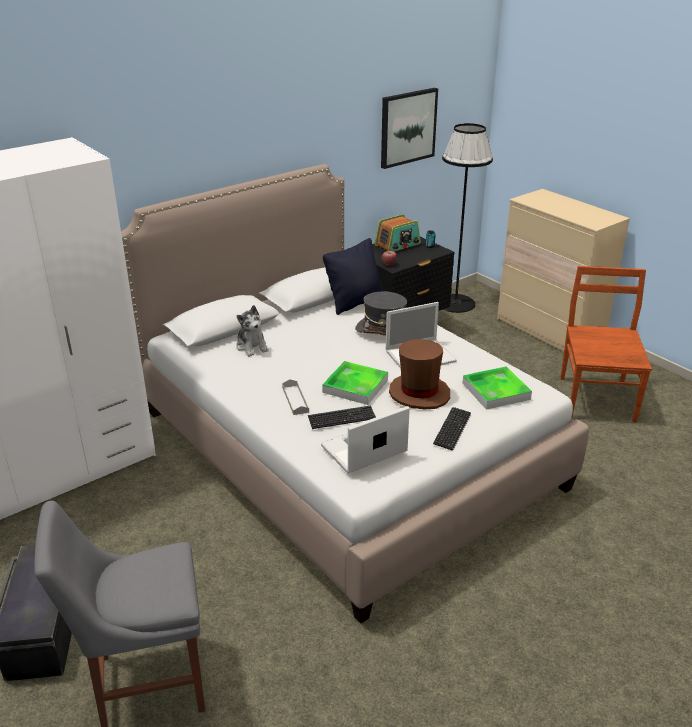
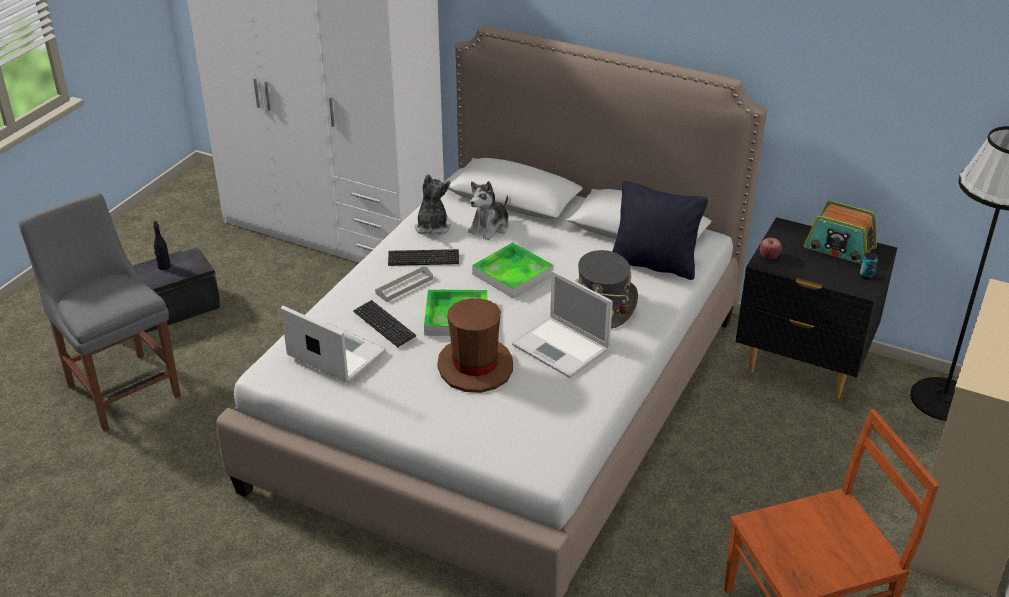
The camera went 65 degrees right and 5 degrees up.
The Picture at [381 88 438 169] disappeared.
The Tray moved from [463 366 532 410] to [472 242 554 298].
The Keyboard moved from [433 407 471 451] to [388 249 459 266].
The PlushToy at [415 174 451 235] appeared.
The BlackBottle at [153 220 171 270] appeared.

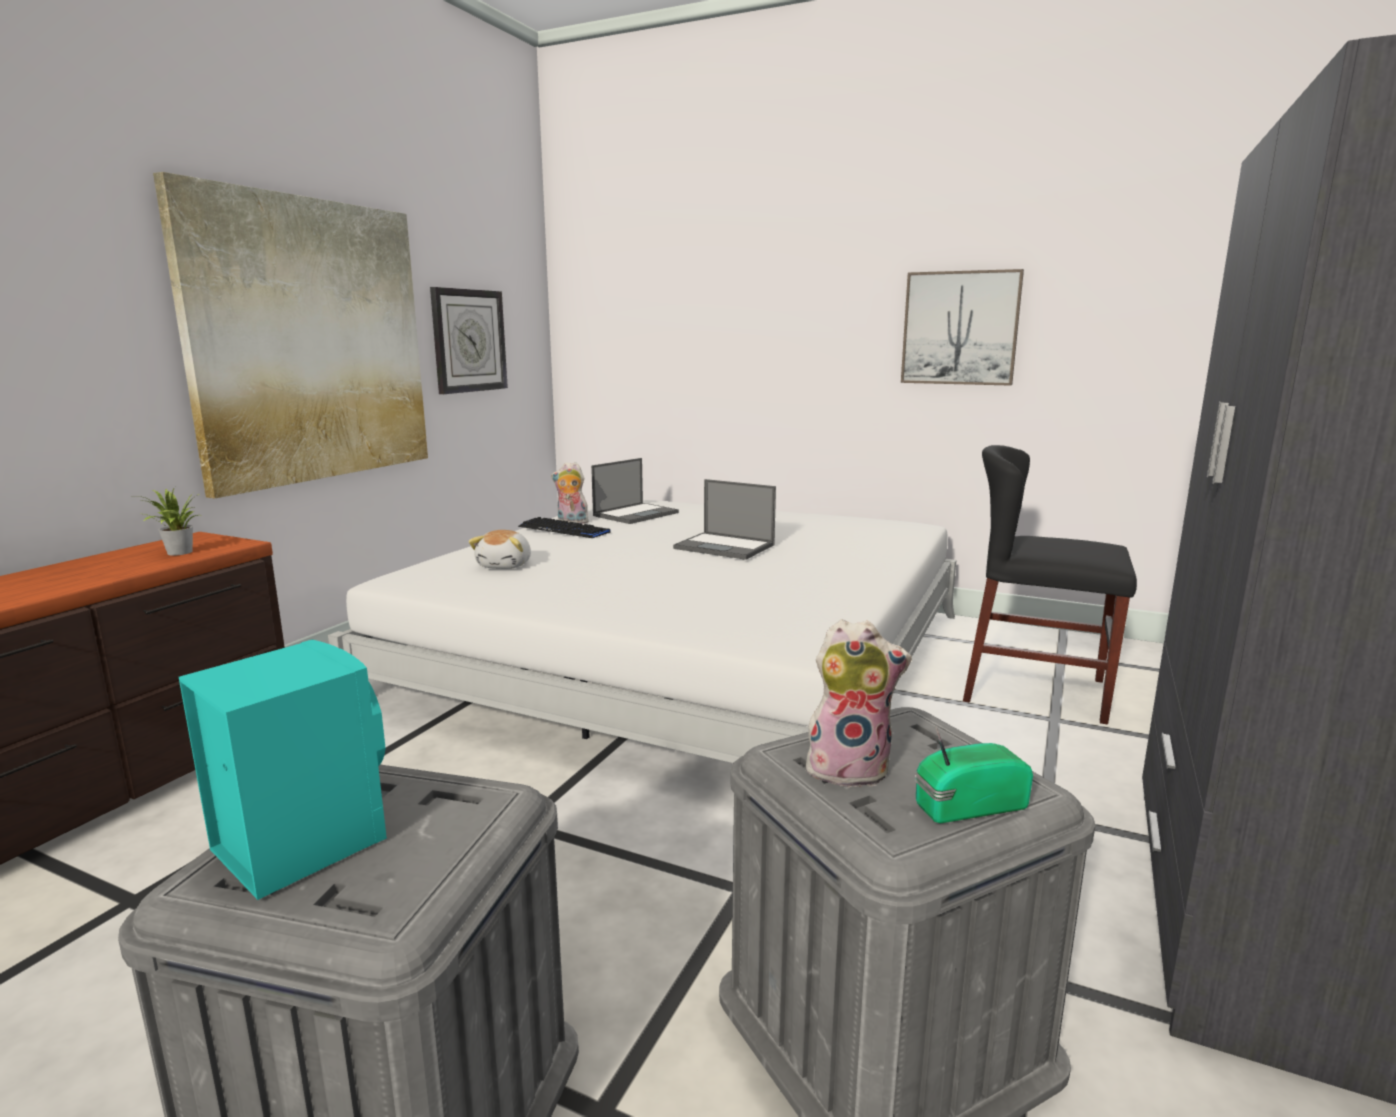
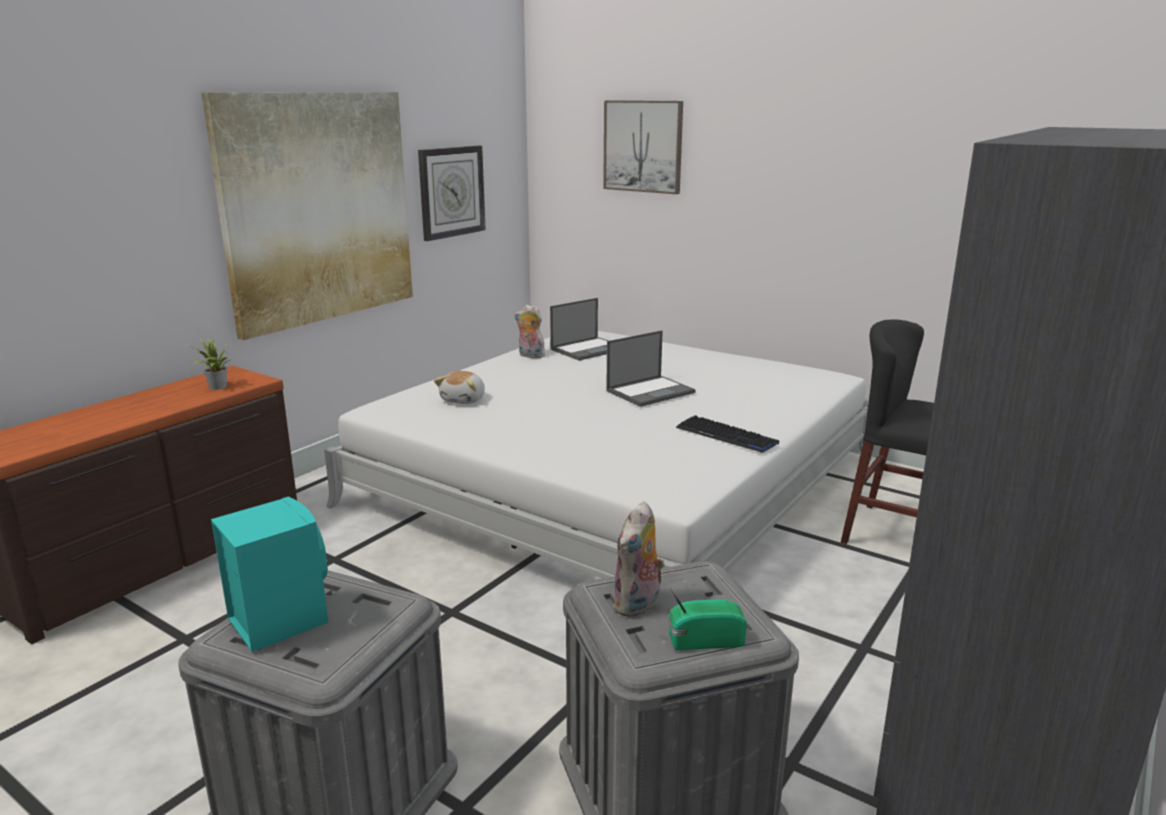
The camera went 10 degrees right and 5 degrees up.
The Picture moved from [901 269 1024 386] to [603 100 683 194].
The Laptop at [673 479 776 560] turned 75 degrees counterclockwise.
The Keyboard moved from [518 517 611 538] to [676 415 779 453].
The PlushToy at [802 619 912 787] turned 105 degrees clockwise.

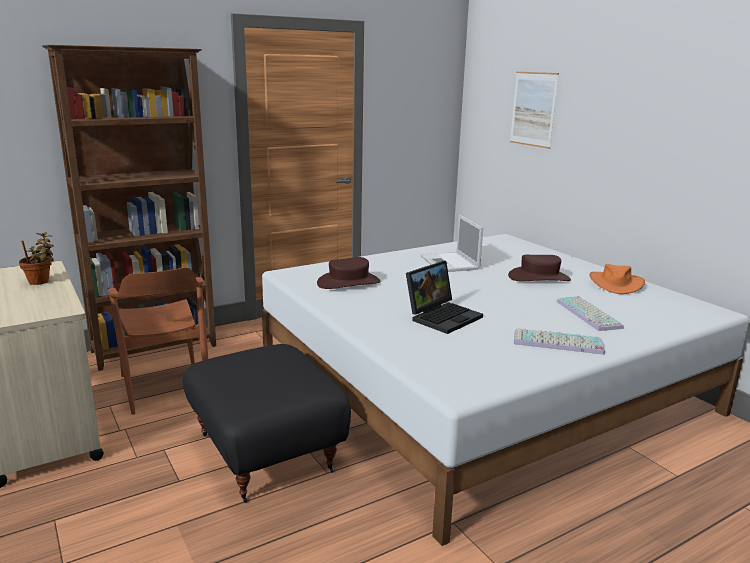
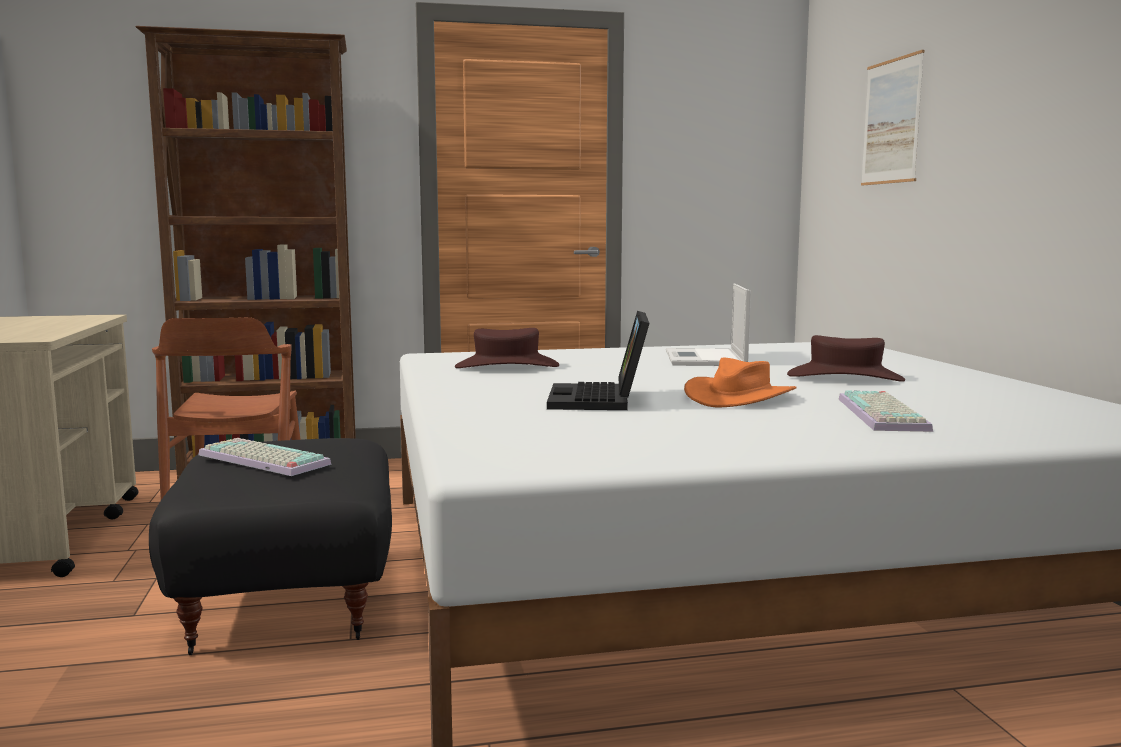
The camera went 20 degrees right and 10 degrees down.
The PottedPlant at [19 232 54 285] disappeared.
The Laptop at [406 261 483 334] turned 120 degrees clockwise.
The OrangeHat moved from [589 264 645 294] to [684 358 797 407].
The Keyboard moved from [514 328 605 355] to [198 438 332 476].

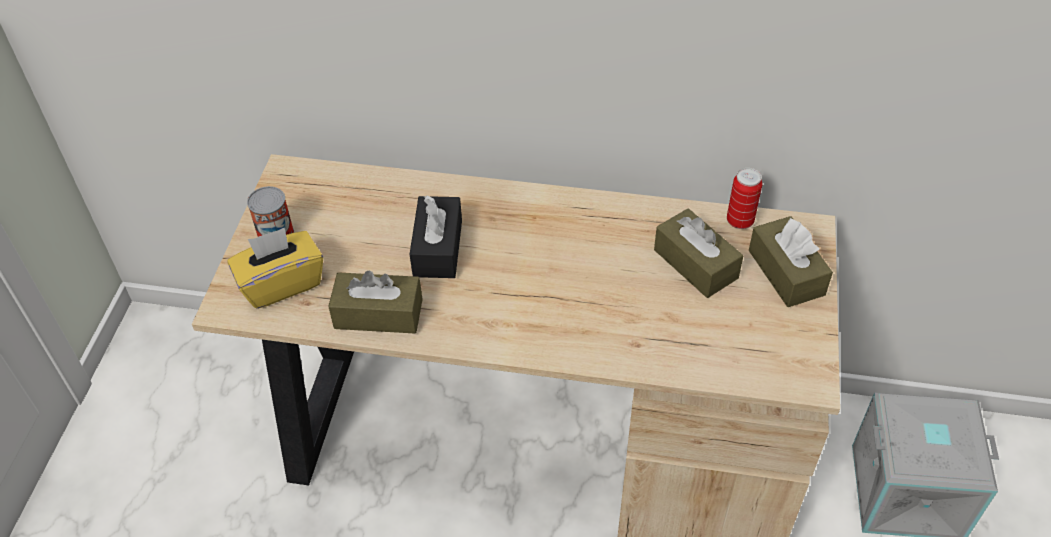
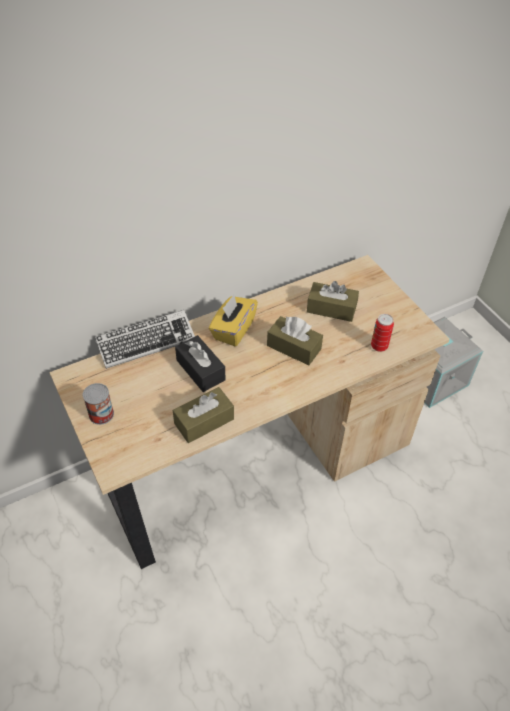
The camera went 40 degrees left and 0 degrees up.
The Can moved from [727 168 762 229] to [371 314 394 352].
The BrownTissueBox moved from [749 216 833 307] to [267 316 323 365].
The YellowTissueBox moved from [227 228 323 309] to [209 295 258 347].
The Keyboard at [95 310 195 369] appeared.

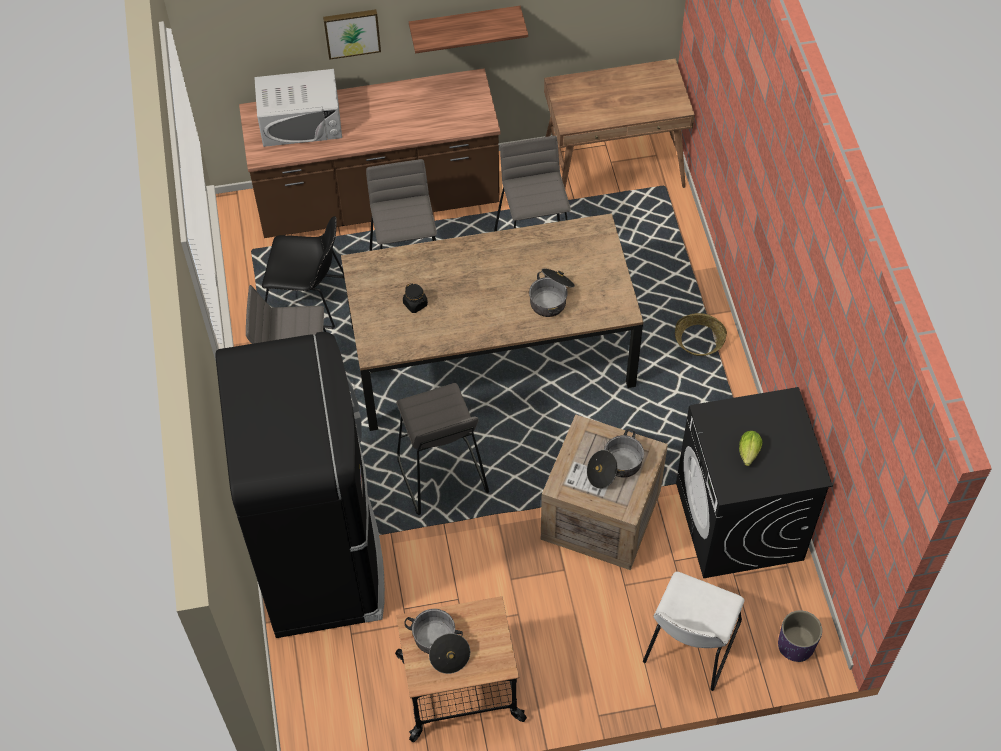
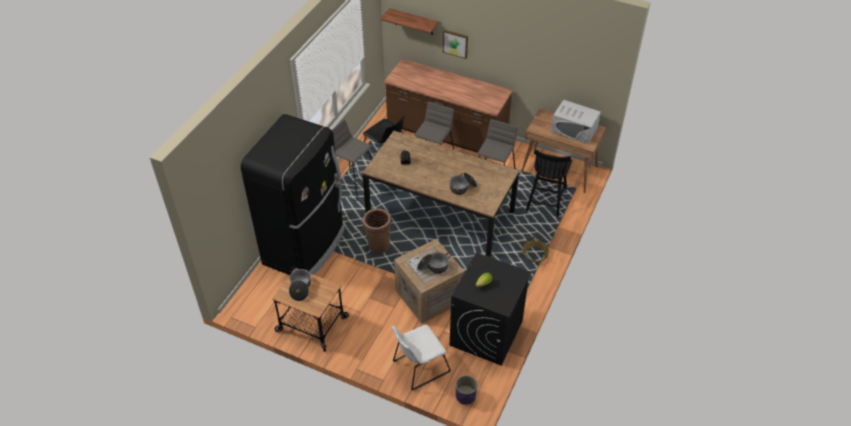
The camera went 35 degrees right and 10 degrees down.
The Shelf moved from [409 6 528 54] to [380 8 439 35].
The WhiteMicrowave moved from [254 69 342 147] to [551 100 601 144].
The GreyStool at [397 383 489 515] was replaced by the Basket at [363 209 391 253].
The BlackChair at [526 149 572 218] appeared.

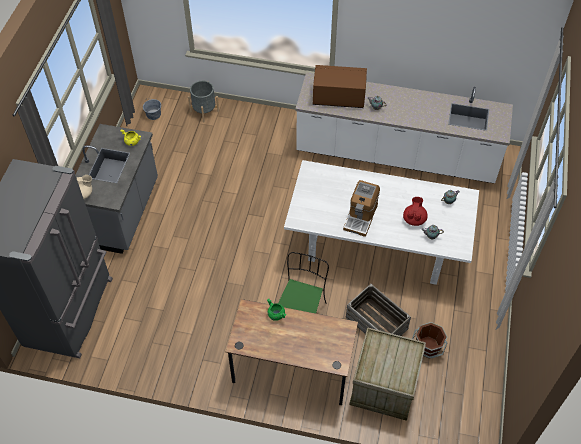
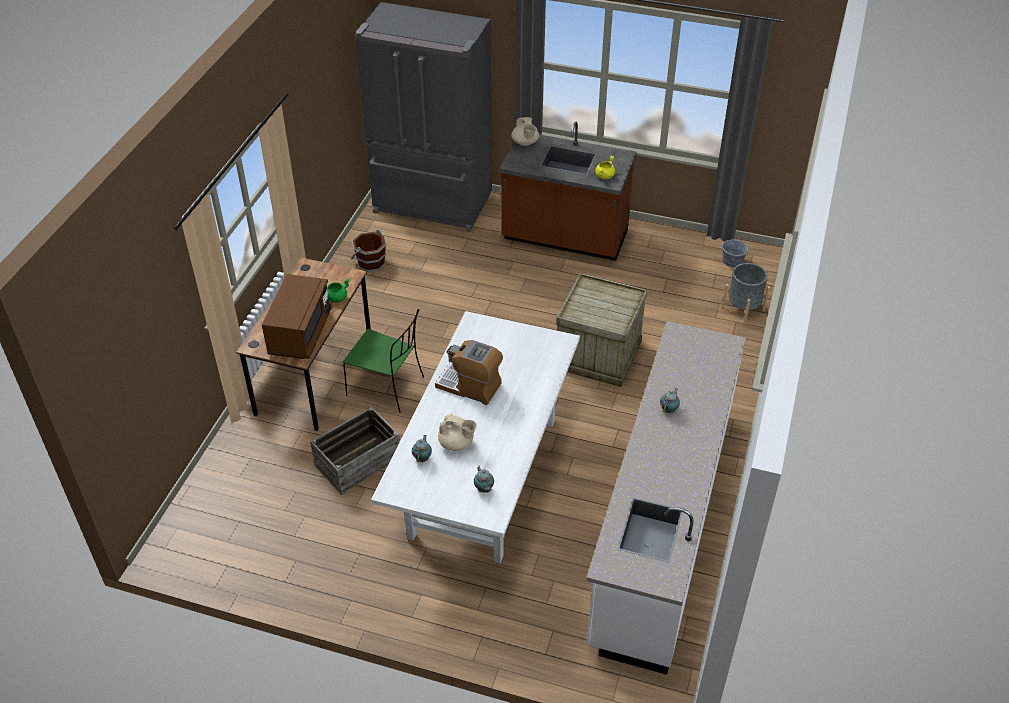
The camera went 95 degrees right and 10 degrees down.
The BrownMicrowave moved from [312 65 367 108] to [262 274 332 359].
The GreyCounter at [75 124 158 254] became the BrownCounter at [499 121 637 261].
The RedTeapot at [403 197 428 226] became the BeigeTeapot at [438 414 477 451].
The BrownBucket moved from [412 322 447 359] to [351 229 387 272].
The Crate moved from [349 327 426 421] to [556 273 648 387].

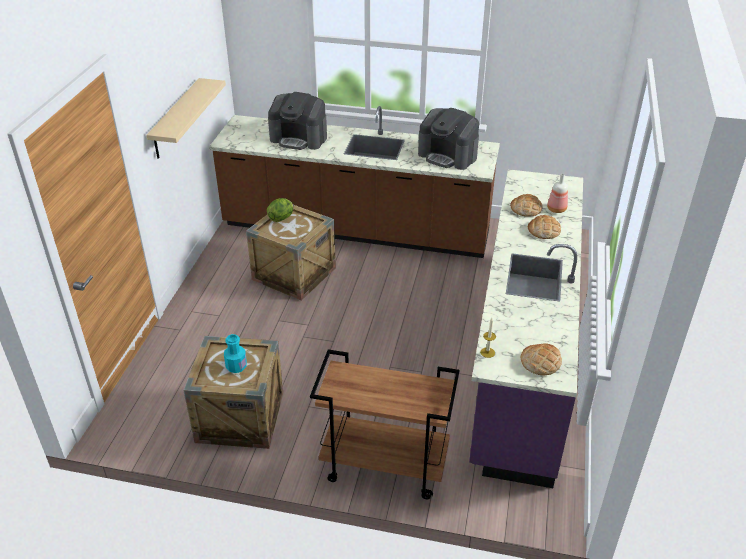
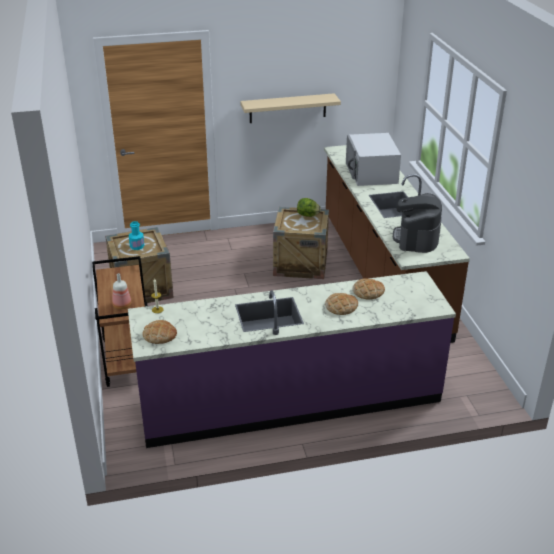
The camera went 65 degrees right and 5 degrees down.
The CoffeeMachine at [268 92 327 150] was replaced by the WhiteMicrowave at [346 133 401 186].
The Bottle moved from [547 174 568 213] to [112 273 131 310].

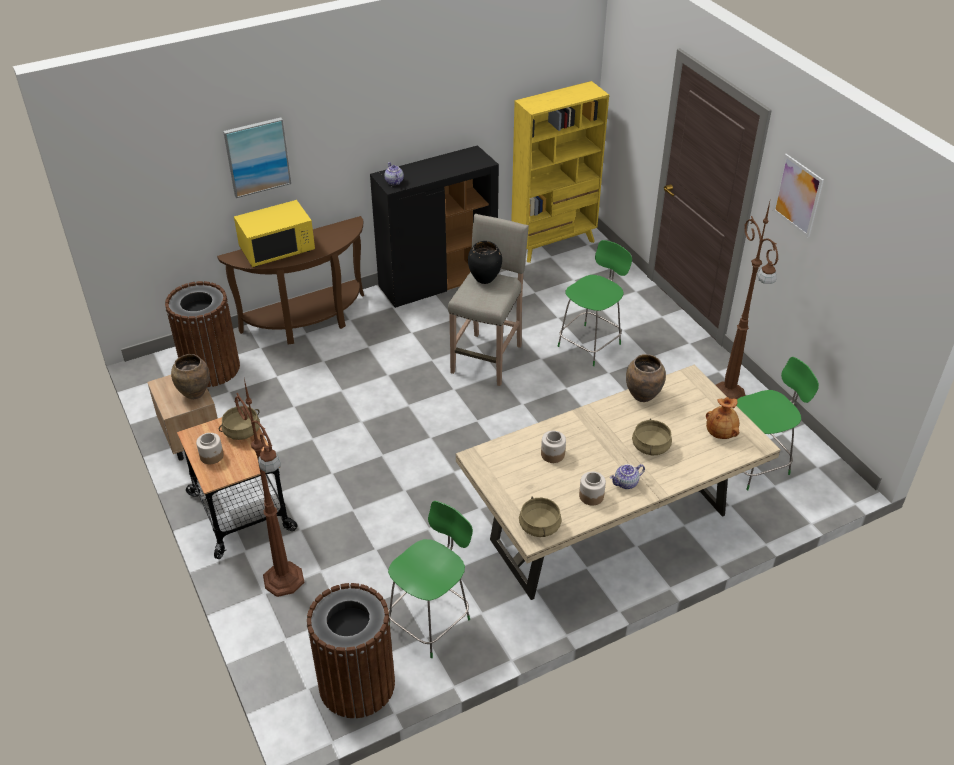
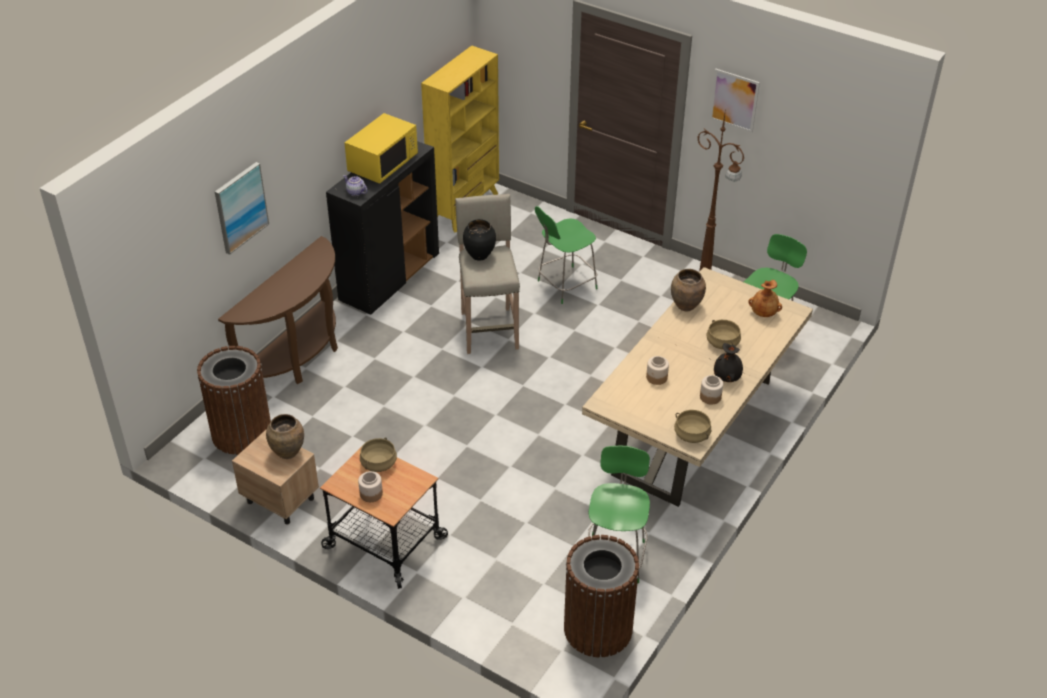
The camera went 30 degrees left and 0 degrees up.
The YellowMicrowave moved from [234 200 315 267] to [344 113 418 184].
The GreenChair at [558 240 632 366] turned 135 degrees counterclockwise.
The BrownFloorLamp at [235 379 304 597] disappeared.
The Teapot at [610 464 645 489] was replaced by the BlackVase at [714 343 743 382].

